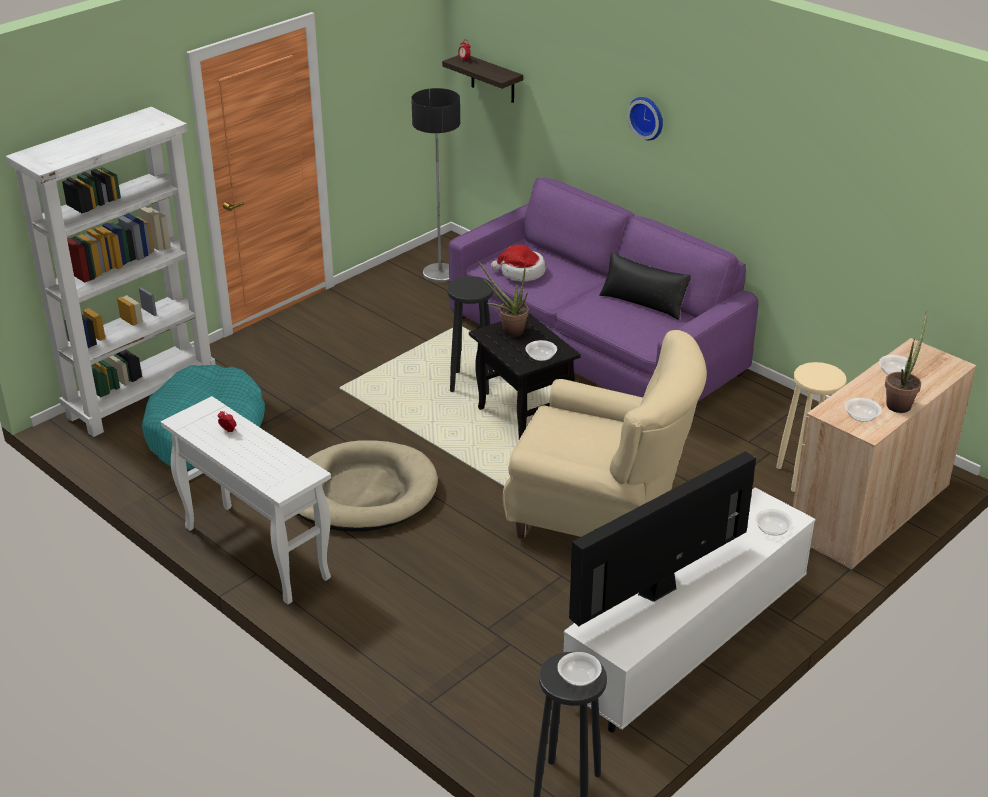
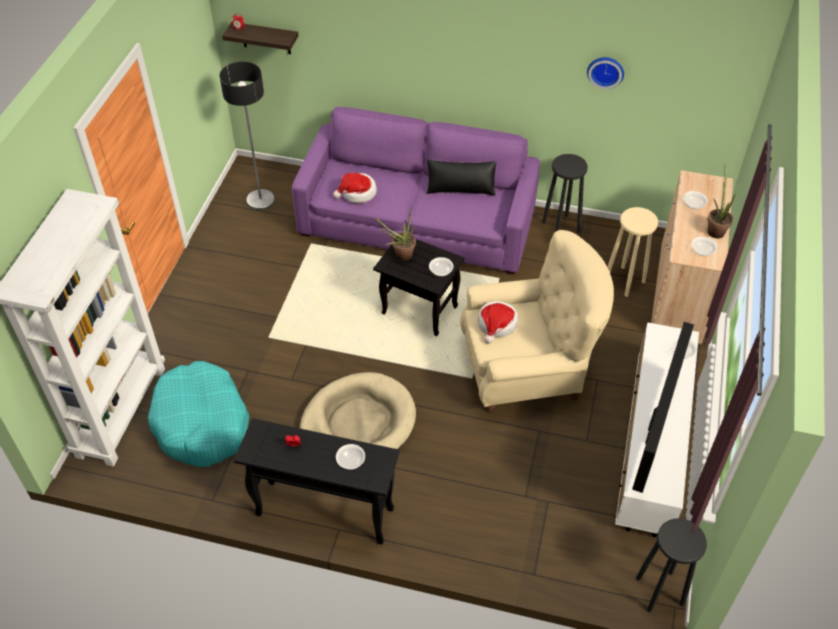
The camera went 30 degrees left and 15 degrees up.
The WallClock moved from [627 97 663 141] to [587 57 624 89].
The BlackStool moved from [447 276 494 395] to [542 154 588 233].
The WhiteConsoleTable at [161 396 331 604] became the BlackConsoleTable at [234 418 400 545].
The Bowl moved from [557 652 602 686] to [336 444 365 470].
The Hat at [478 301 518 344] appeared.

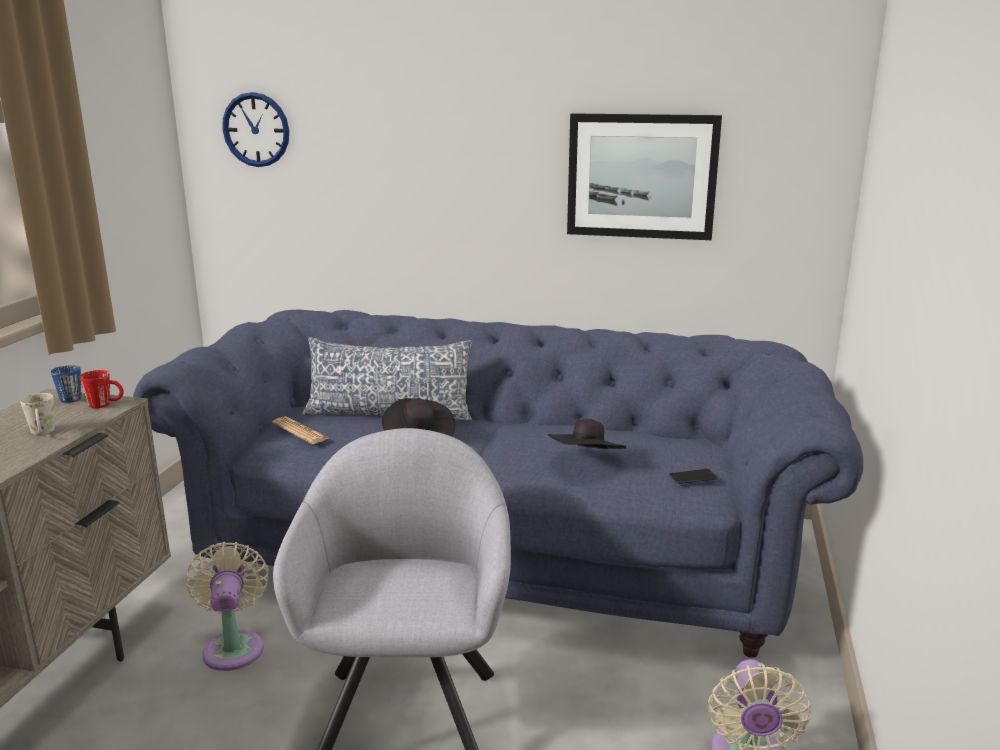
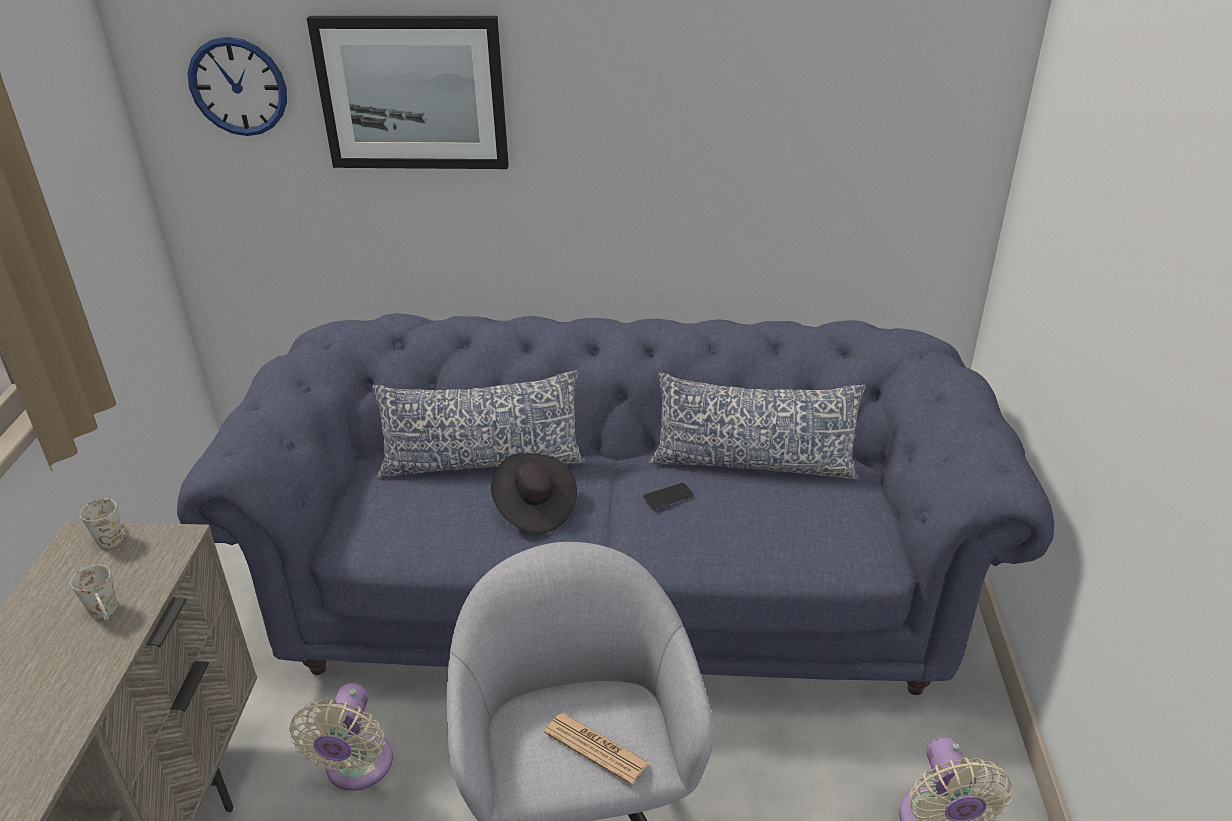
The camera went 10 degrees left and 15 degrees up.
The Picture moved from [567 113 722 240] to [307 16 509 169].
The BlueMug at [51 365 81 403] became the WhiteMug at [80 499 123 548].
The RedMug at [80 370 124 408] disappeared.
The Newspaper moved from [272 416 329 444] to [544 713 649 785].
The BlackHat at [548 419 626 449] disappeared.
The Phone moved from [669 469 717 484] to [643 483 694 509].
The BeigeFan at [186 542 269 671] turned 150 degrees counterclockwise.
The Pillow at [649 372 866 480] appeared.

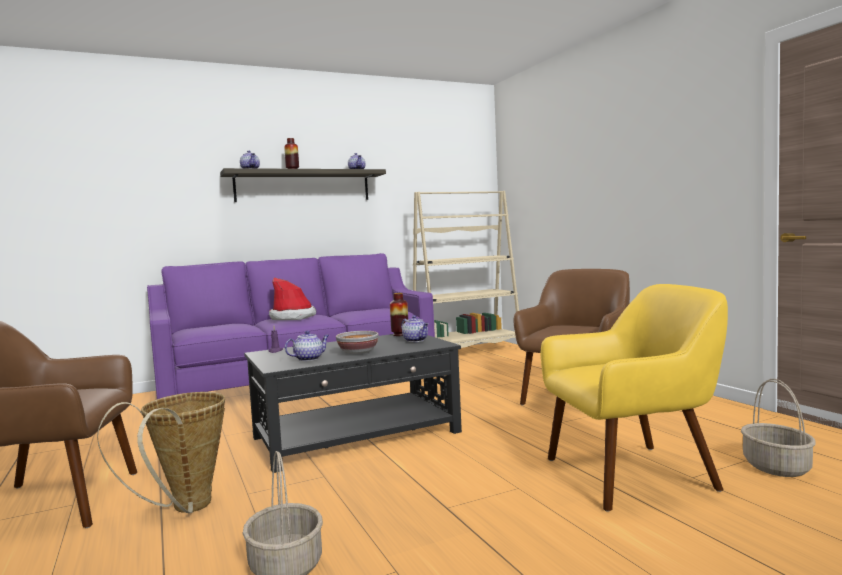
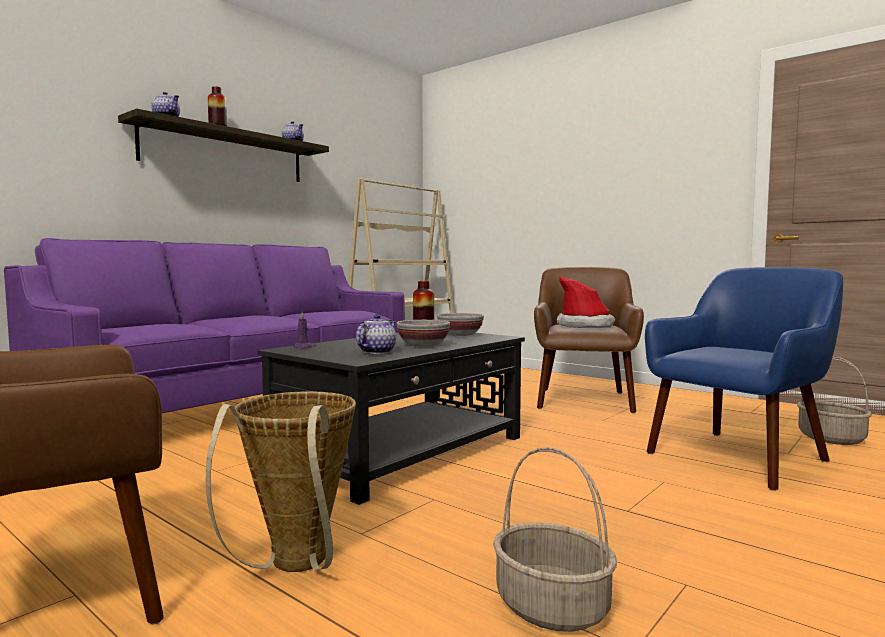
The camera went 25 degrees left and 0 degrees up.
The Hat moved from [269 277 316 320] to [557 276 615 328].
The YellowArmchair at [541 284 728 512] became the BlueArmchair at [645 267 843 491].
The Teapot at [401 315 429 342] was replaced by the Bowl at [437 313 484 336].

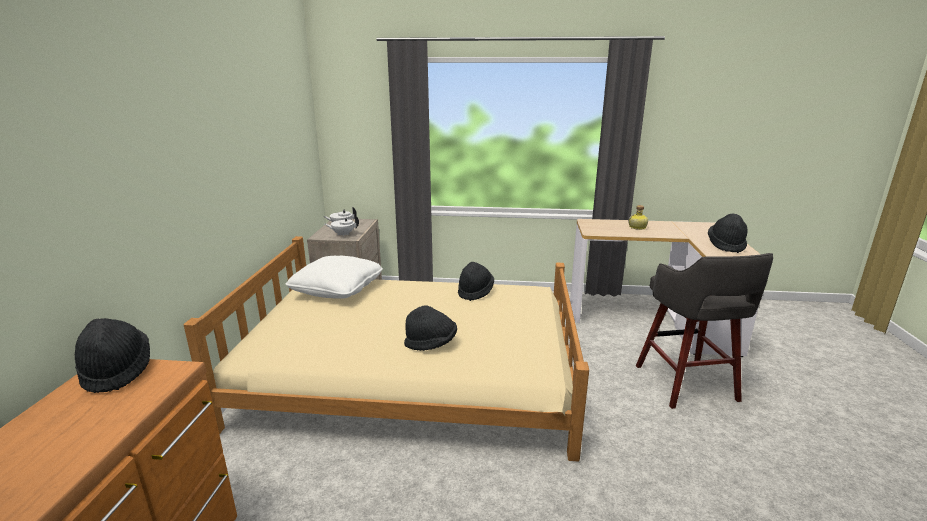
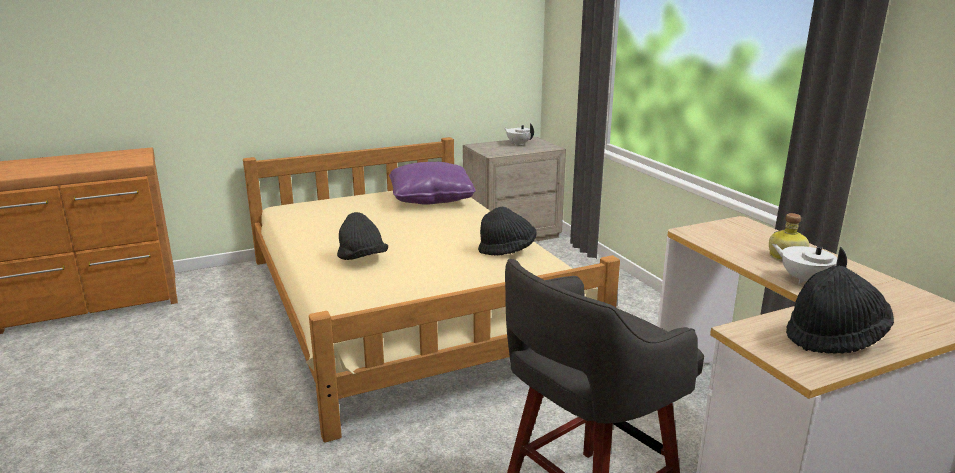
The camera went 60 degrees right and 0 degrees up.
The WhiteTeapot moved from [325 215 359 237] to [772 244 847 284].
The WhitePillow at [285 256 383 299] became the PurplePillow at [389 162 476 205].
The BlackHat at [75 318 150 393] disappeared.

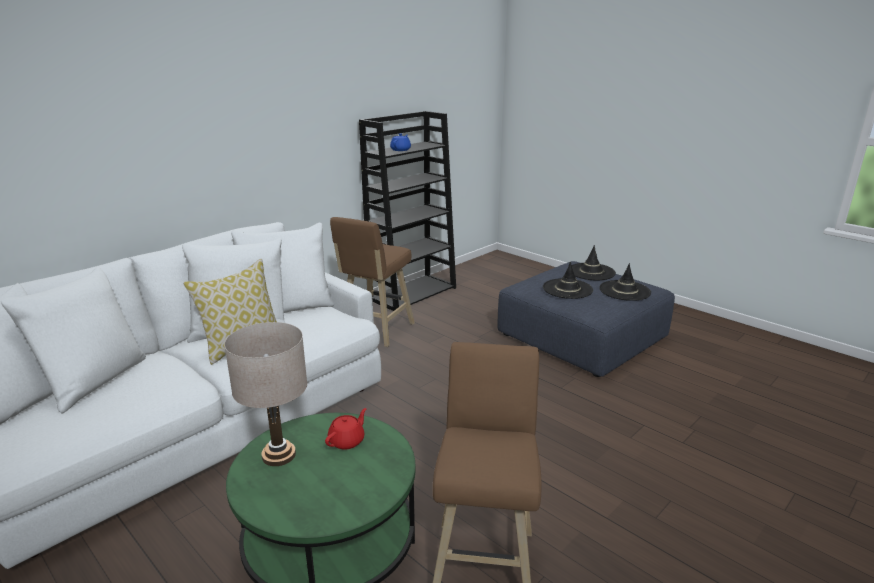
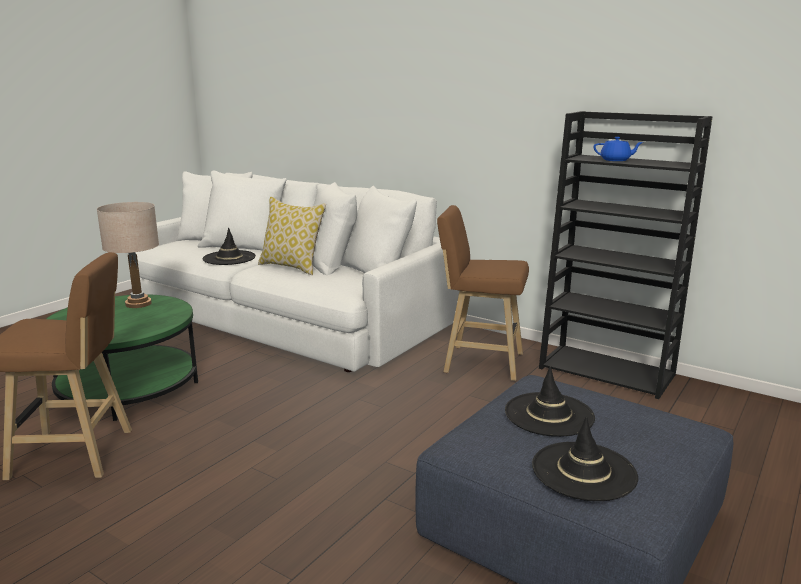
The camera went 80 degrees right and 5 degrees down.
The BlackHat moved from [572 245 616 280] to [203 227 256 265].
The RedTeapot at [325 408 366 450] disappeared.

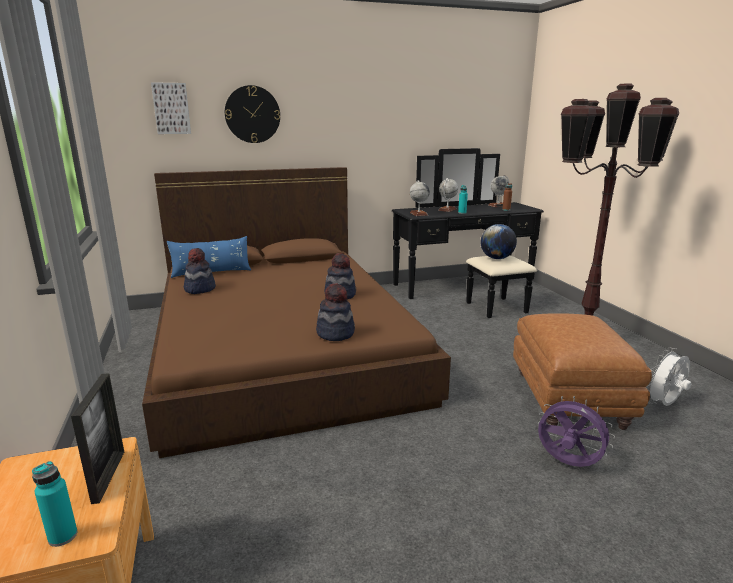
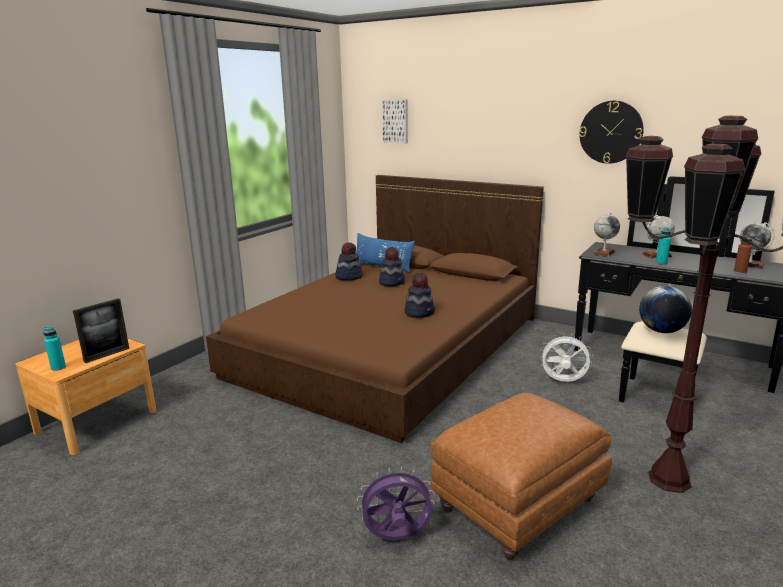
The camera went 50 degrees right and 0 degrees up.
The WallClock moved from [225 85 280 143] to [579 101 644 164].
The Hat moved from [316 283 355 341] to [379 247 405 286].
The WhiteFan moved from [646 347 691 406] to [539 333 593 382].
The PurpleFan at [538 396 615 467] turned 90 degrees counterclockwise.

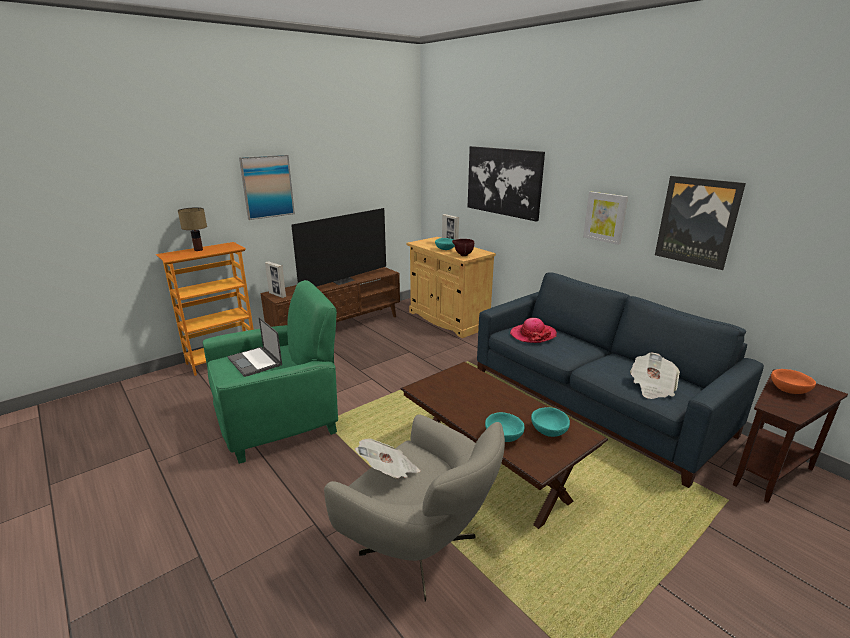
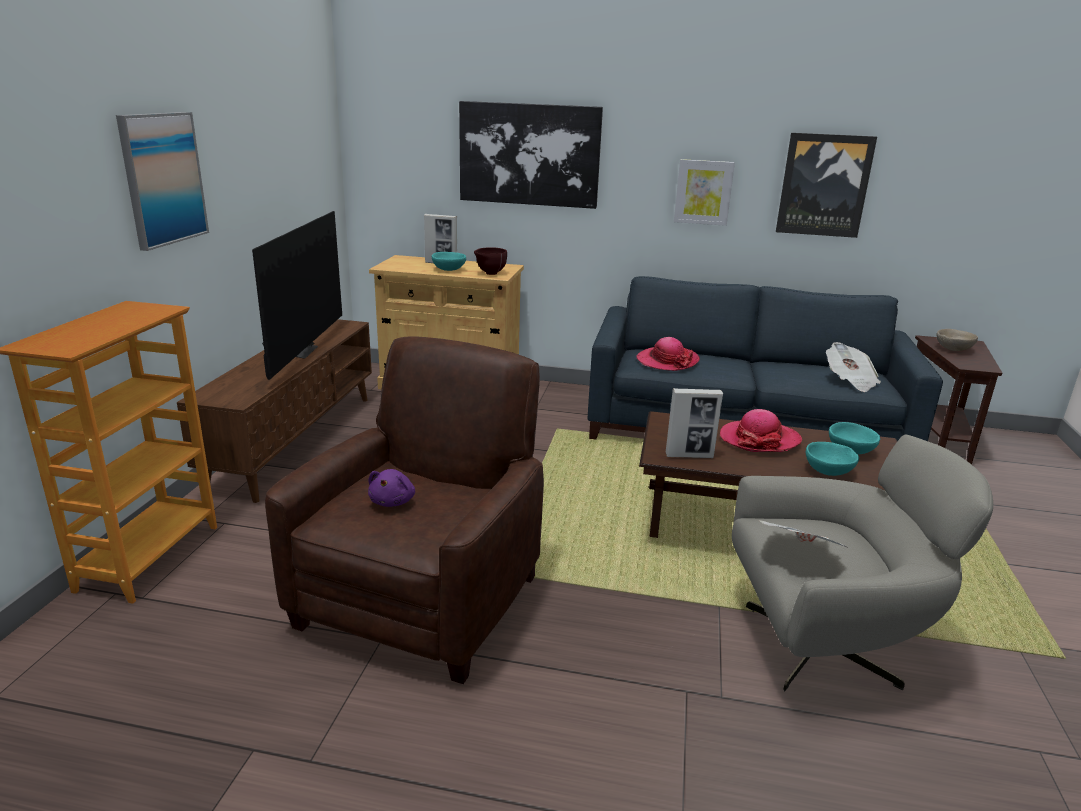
The camera went 40 degrees left and 0 degrees up.
The TableLamp at [178 207 207 251] disappeared.
The PictureFrame moved from [265 261 286 298] to [666 388 723 458].
The GreenArmchair at [203 280 338 464] became the BrownArmchair at [265 336 544 684].
The Laptop at [228 317 282 377] was replaced by the PurplePlushToy at [368 469 415 507].
The OrangeBowl at [771 369 816 394] became the BeigeBowl at [937 329 978 351].
The Hat at [720 409 802 452] appeared.

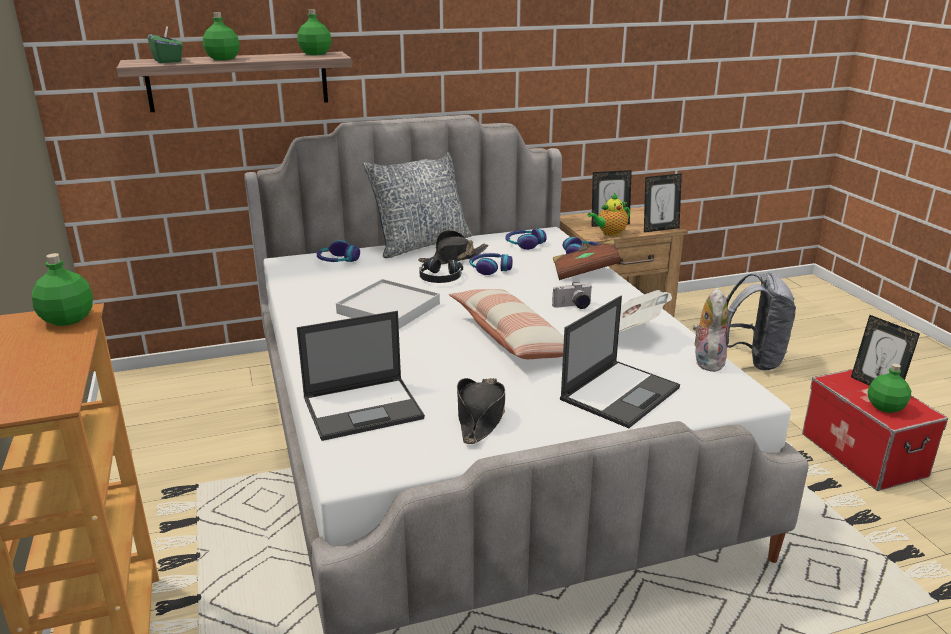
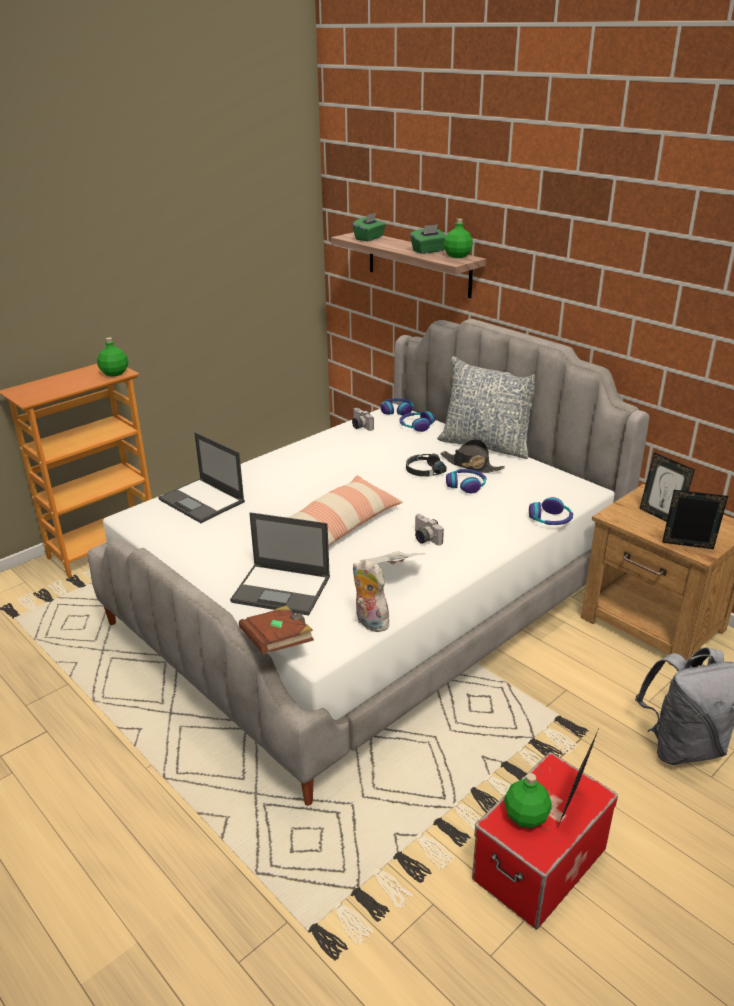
The camera went 65 degrees right and 5 degrees up.
The GreenBottle at [203 12 240 60] disappeared.
The PictureFrame at [644 173 682 232] turned 150 degrees clockwise.
The Teapot at [587 193 630 236] disappeared.
The Headphones moved from [505 229 547 250] to [380 398 413 416].
The BrownBook moved from [553 240 621 280] to [239 606 314 654].
The WhiteTray at [336 279 440 329] disappeared.
The PlushToy at [693 287 728 372] turned 120 degrees counterclockwise.
The BlackHat at [457 378 505 444] disappeared.
The GreenTissueBox at [410 224 446 254] appeared.
The PhotoCamera at [352 408 374 431] appeared.

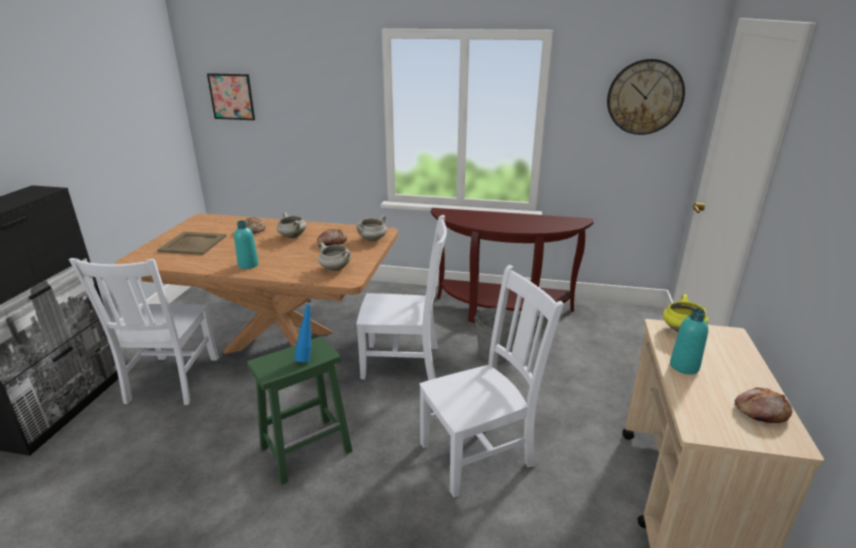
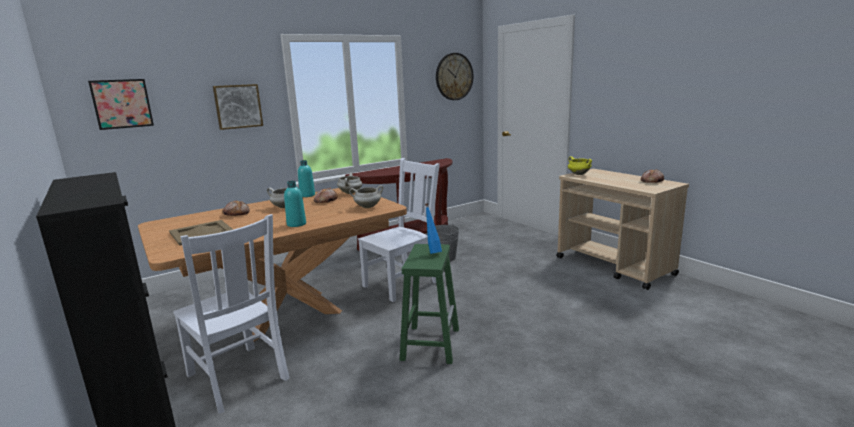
The camera went 45 degrees left and 10 degrees down.
The WhiteChair at [419 265 564 497] disappeared.
The TurquoiseBottle moved from [670 308 708 374] to [298 160 315 197].
The Picture at [213 84 263 130] appeared.

